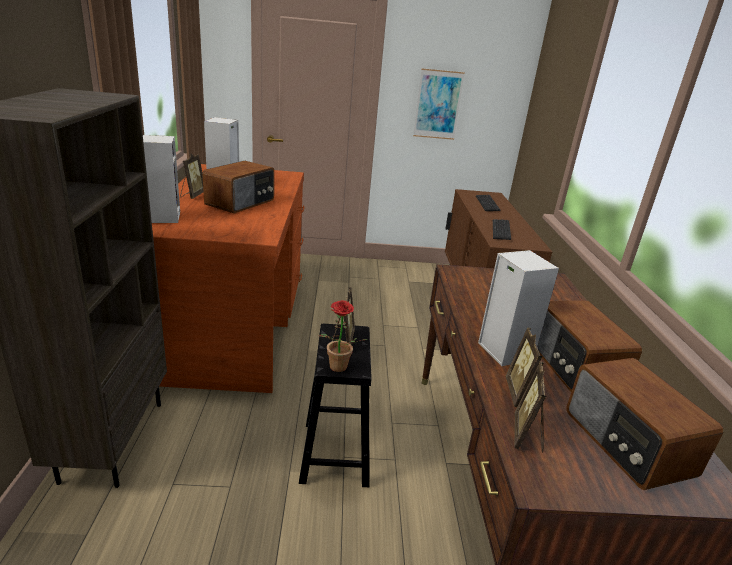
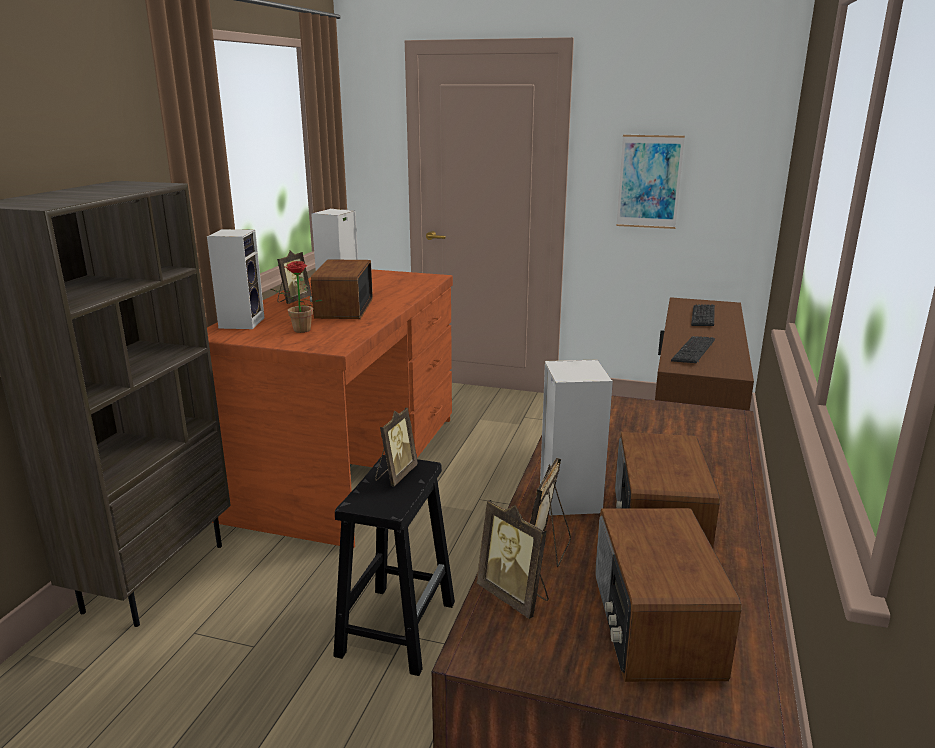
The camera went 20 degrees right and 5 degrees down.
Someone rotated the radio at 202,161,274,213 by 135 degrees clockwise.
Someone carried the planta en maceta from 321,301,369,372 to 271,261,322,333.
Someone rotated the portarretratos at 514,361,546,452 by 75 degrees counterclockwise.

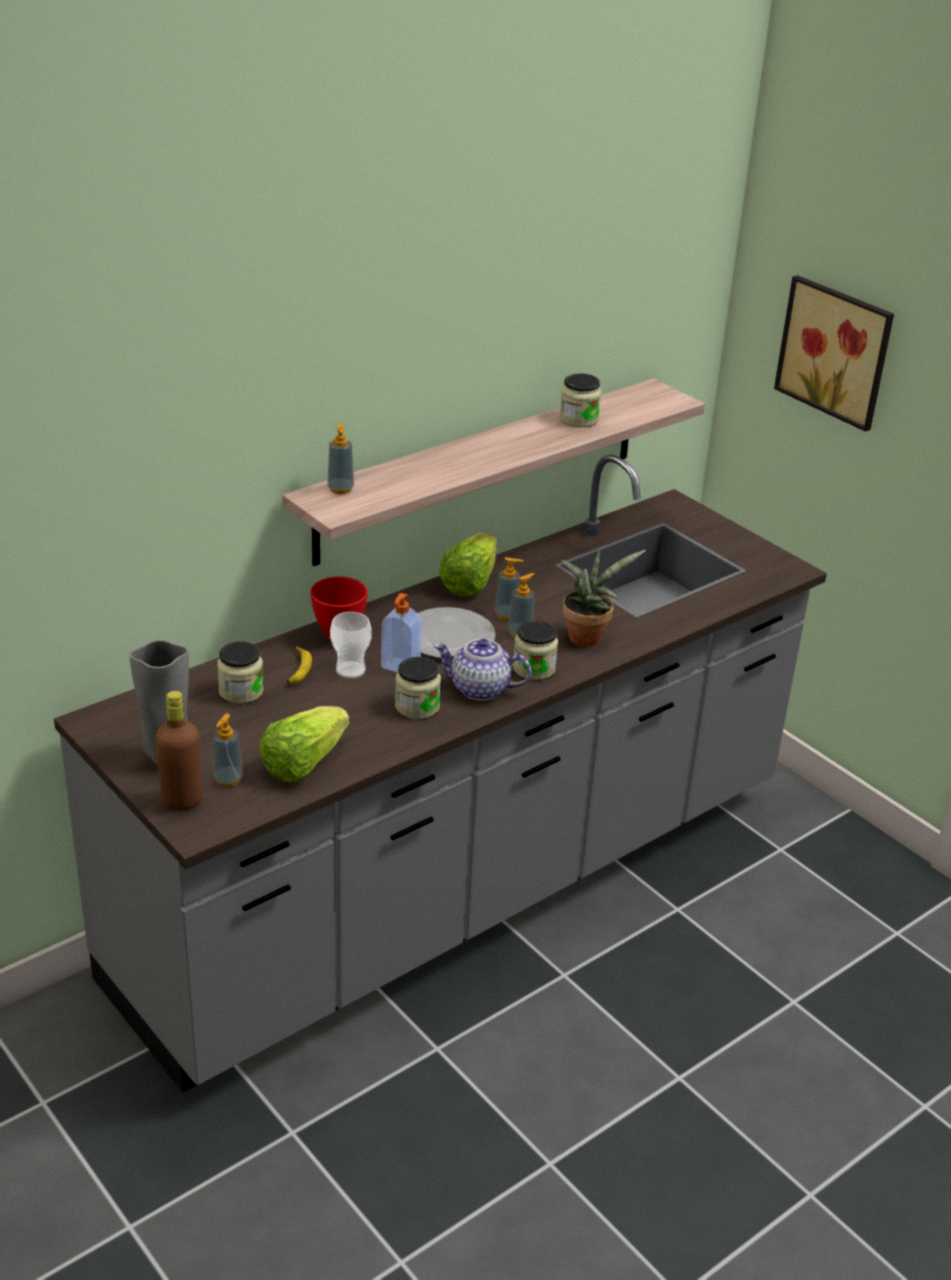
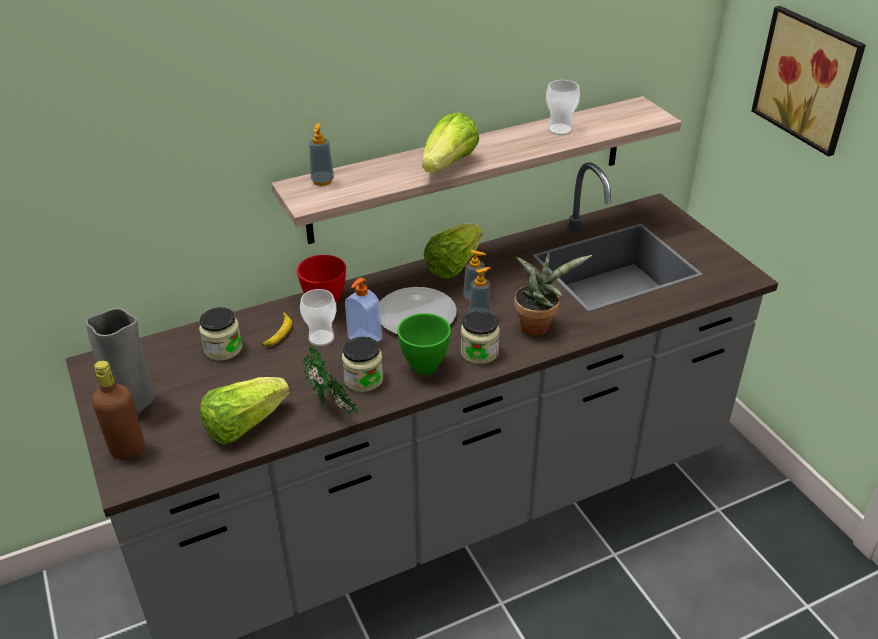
The camera went 15 degrees right and 5 degrees up.
Someone took away the dispensador de jabón at 213,714,243,787.
Someone swapped the tetera at 433,639,531,701 for the cuenco (verde) at 397,313,451,375.
Someone swapped the tarro at 559,374,601,427 for the taza at 546,80,580,135.
Someone put down the planta en maceta at 303,345,359,414.
Someone put down the lechuga at 422,112,479,173.

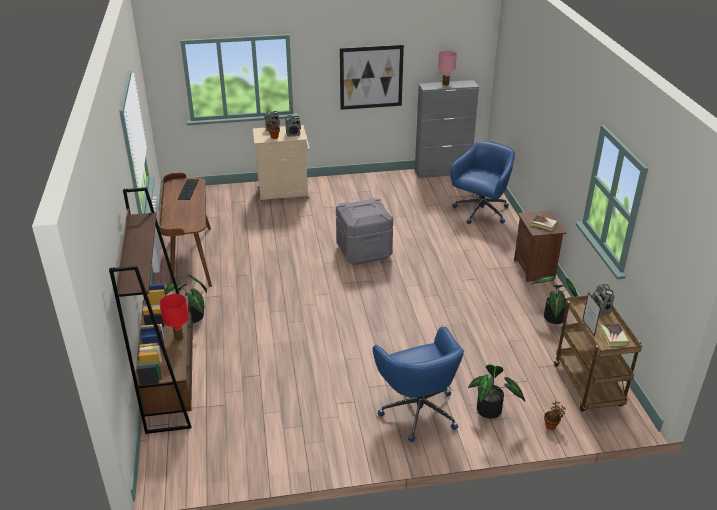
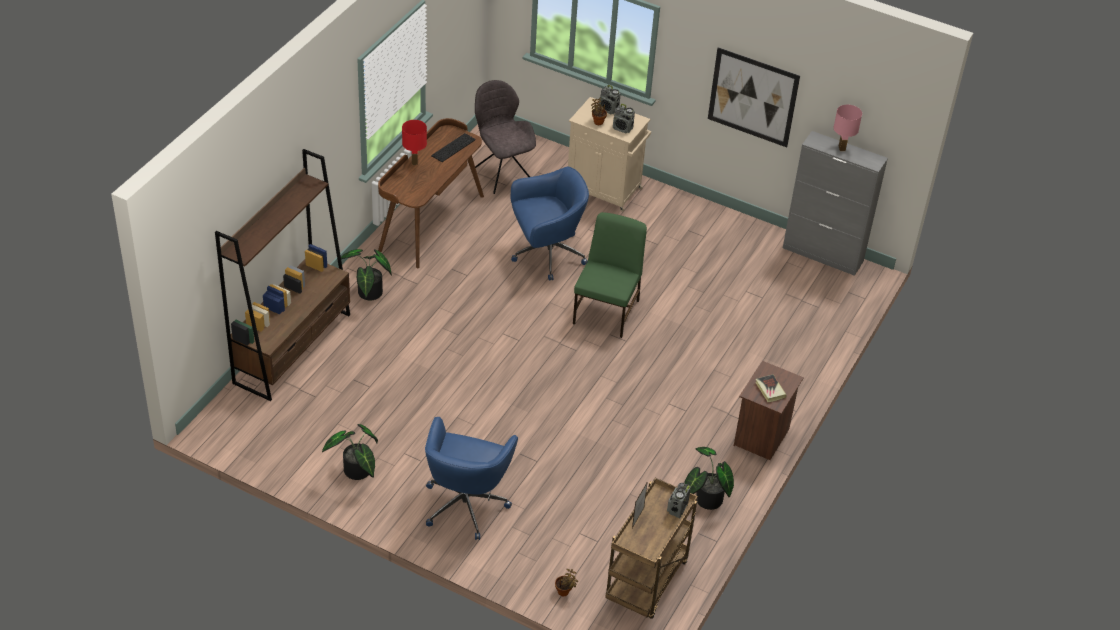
The camera went 35 degrees right and 10 degrees up.
Someone carried the lámpara de mesa (rojo) from 159,294,189,341 to 402,120,427,165.
Someone swapped the caja de almacenaje (gris) at 336,198,393,265 for the silla (verde) at 573,212,647,338.
Someone carried the silla de oficina (azul) from 450,141,515,224 to 511,167,589,281.
Someone carried the planta en maceta from 468,364,525,419 to 322,424,378,480.
Someone took away the libro at 601,323,629,346.
Someone put down the silla (gris) at 475,80,536,194.

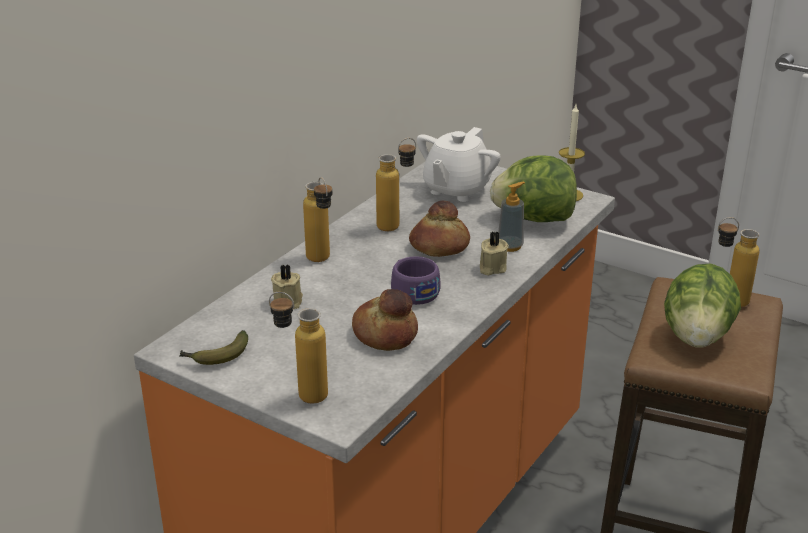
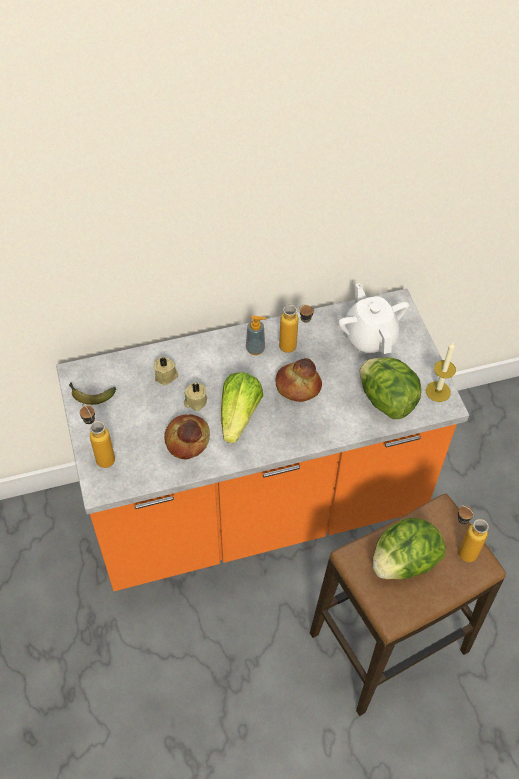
The camera went 40 degrees right and 25 degrees up.
Someone took away the botella at 303,177,332,262.
Someone swapped the taza (morado) at 391,256,441,305 for the lechuga at 221,372,263,443.
Someone rotated the tetera (blanco) at 417,127,501,202 by 90 degrees clockwise.
Someone carried the vela (beis) from 480,232,509,276 to 184,383,207,411.
Someone carried the dispensador de jabón from 498,182,525,252 to 246,315,266,355.

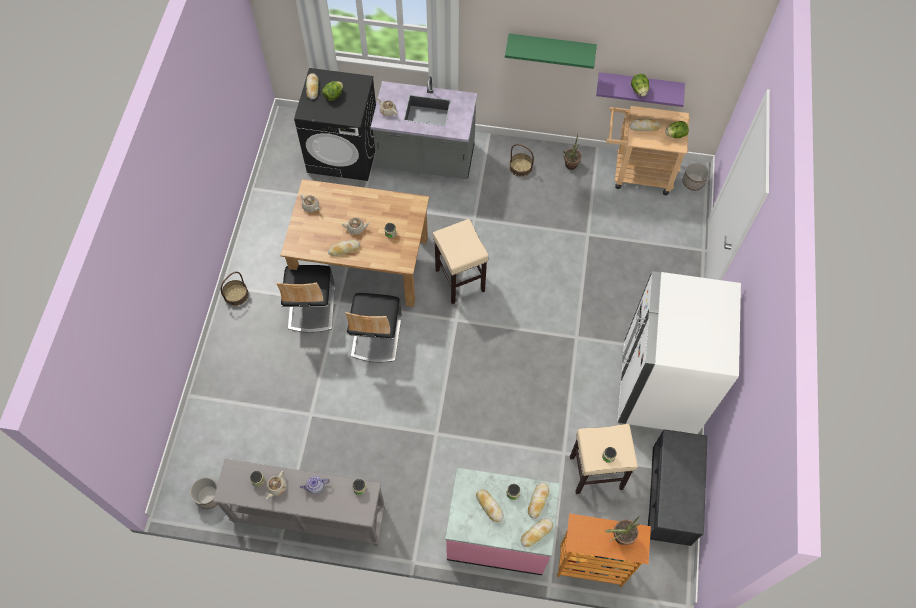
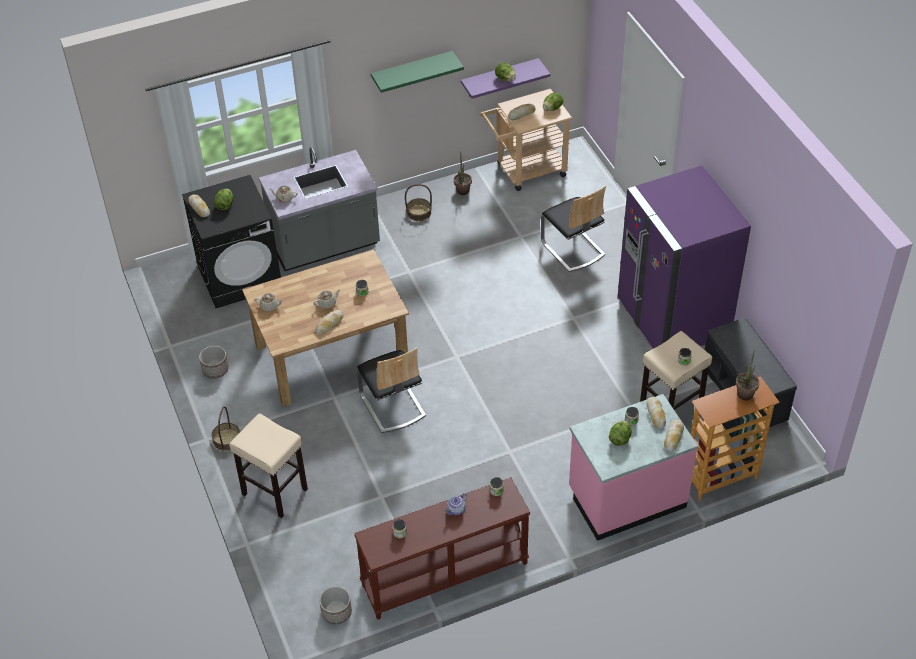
The camera went 30 degrees left and 15 degrees down.
Someone repainted the mesa consola (gris) at 213,459,386,546, which became the mesa consola (marrón) at 354,477,530,620.
Someone took away the tetera (beis) at 266,471,287,499.
Someone carried the silla from 276,265,335,333 to 541,185,606,272.
Someone carried the taburete (beis) from 433,219,489,304 to 229,414,308,518.
Someone swapped the pan at 476,489,504,522 for the lechuga at 609,420,632,446.
Someone repainted the nevera (blanco) at 618,271,741,434, which became the nevera (morado) at 617,165,751,350.
Someone carried the maceta from 682,162,709,191 to 199,346,229,378.

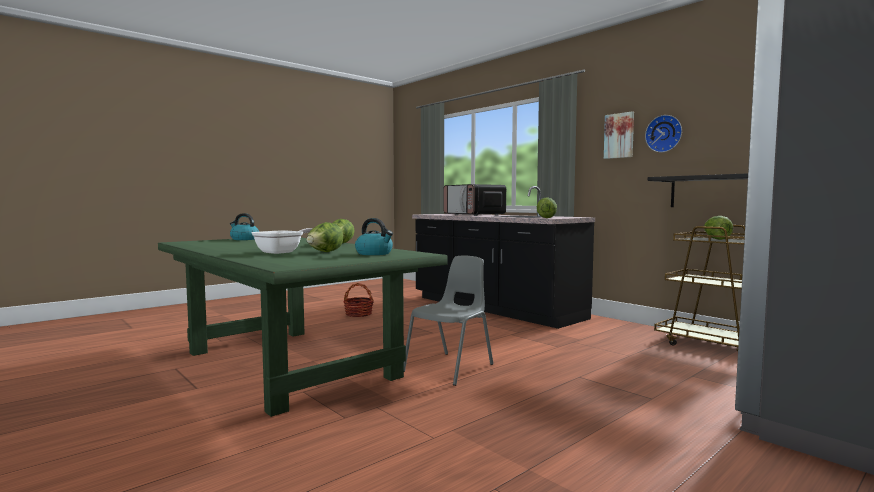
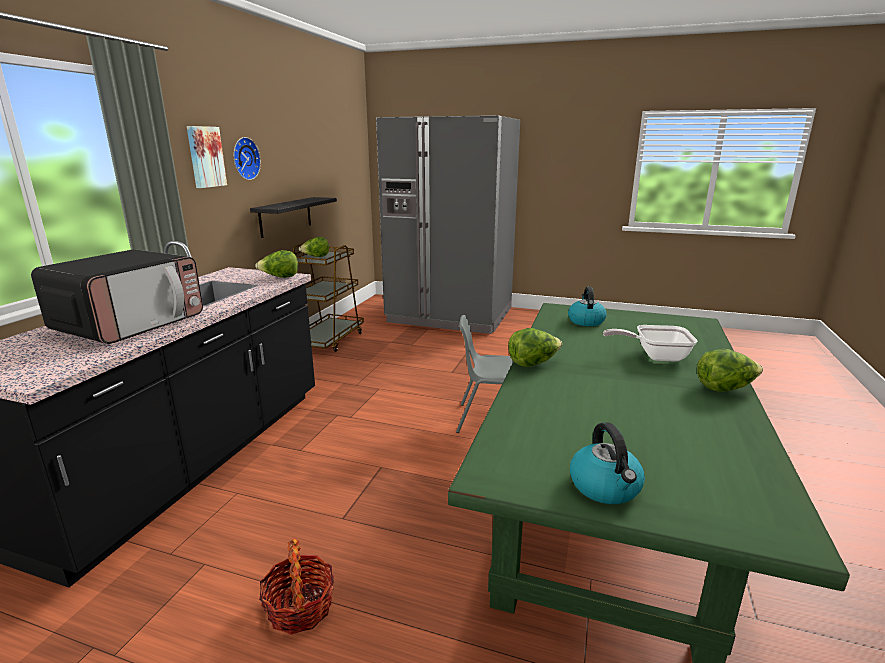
The camera went 120 degrees left and 15 degrees up.
Someone carried the lechuga from 306,222,343,252 to 697,349,763,392.

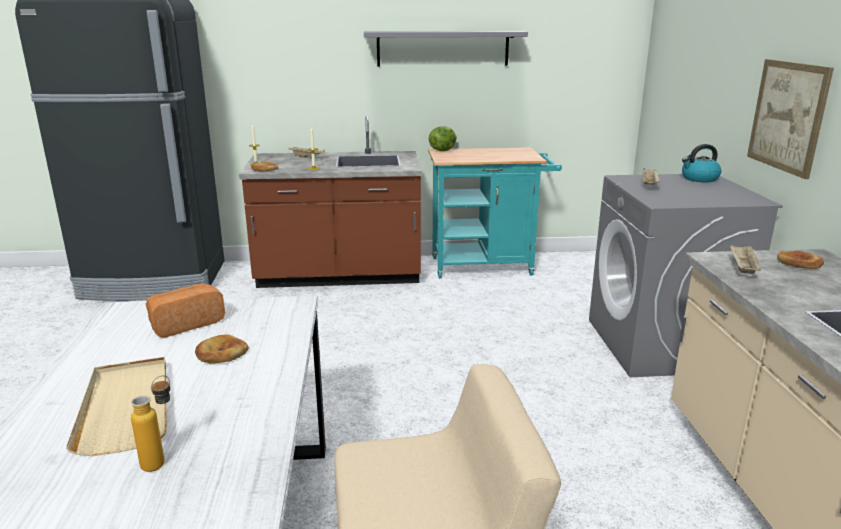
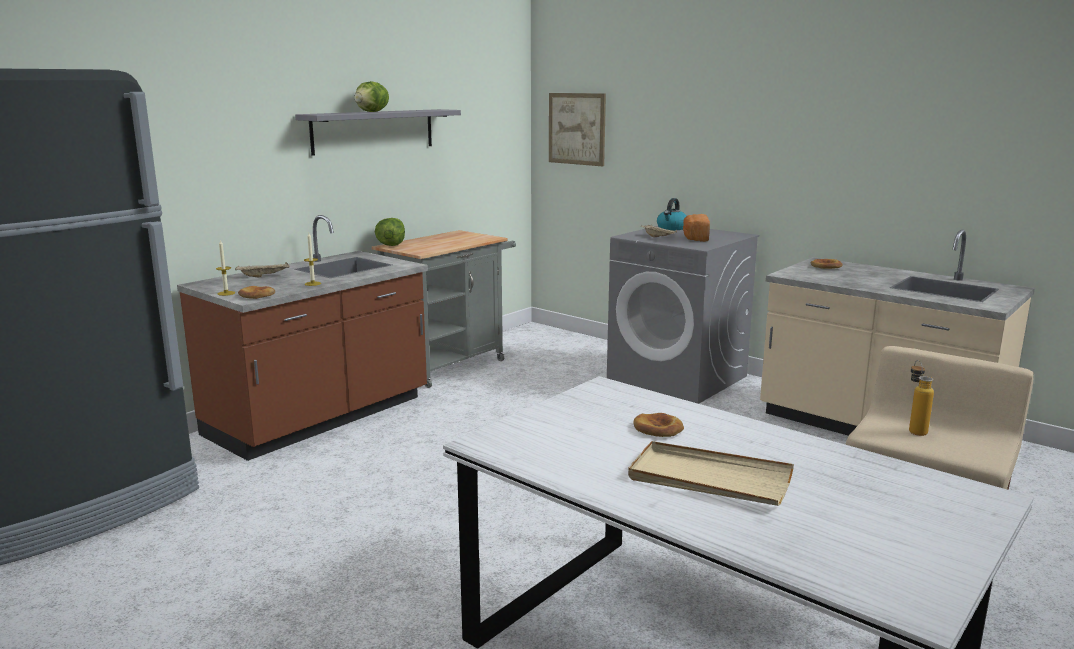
The camera went 45 degrees left and 5 degrees down.
Someone carried the botella from 131,375,170,472 to 909,360,934,436.
Someone carried the pan from 146,283,225,338 to 683,214,710,242.
Someone repainted the carrito (turquesa) at 428,147,562,278, which became the carrito (gris) at 372,230,516,388.
Someone took away the bandeja (beis) at 730,245,761,274.
Someone carried the cuadro from 747,59,834,179 to 549,93,606,166.
Someone put down the lechuga at 354,81,389,112.

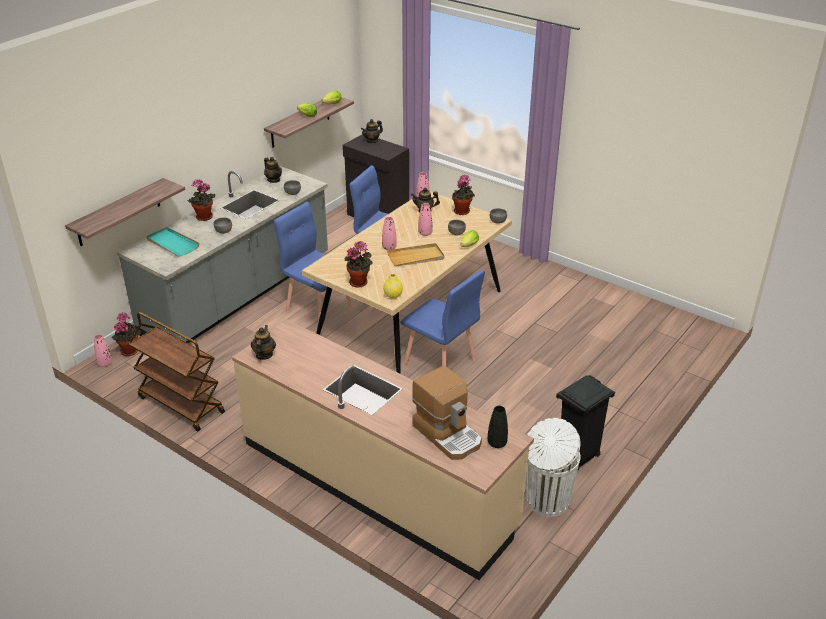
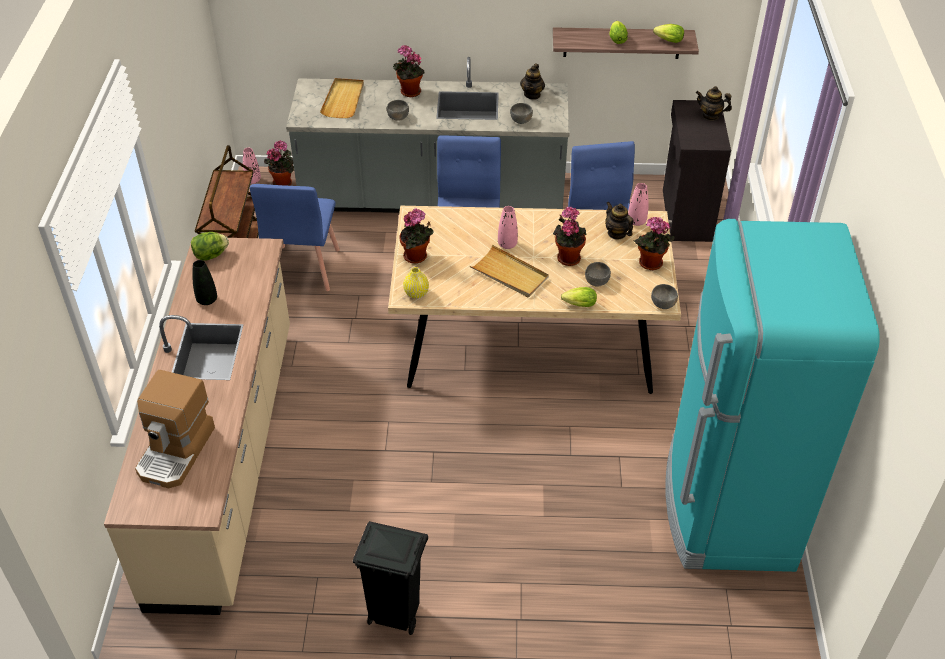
The camera went 55 degrees right and 10 degrees up.
Someone took away the estante at 65,178,185,246.
Someone repainted the bandeja (turquesa) at 146,227,200,256, which became the bandeja (beis) at 320,78,364,118.
Someone swapped the tetera at 251,325,276,360 for the lechuga at 191,232,229,261.
Someone carried the silla (azul) from 400,270,485,367 to 250,184,340,291.
Someone swapped the florero (rosa) at 418,203,433,236 for the planta en maceta at 553,207,586,266.
Someone carried the florero (negro) from 488,406,508,448 to 192,260,217,305.
Someone took away the papelera (blanco) at 526,418,581,517.
Someone put down the nevera (turquesa) at 665,219,880,572.

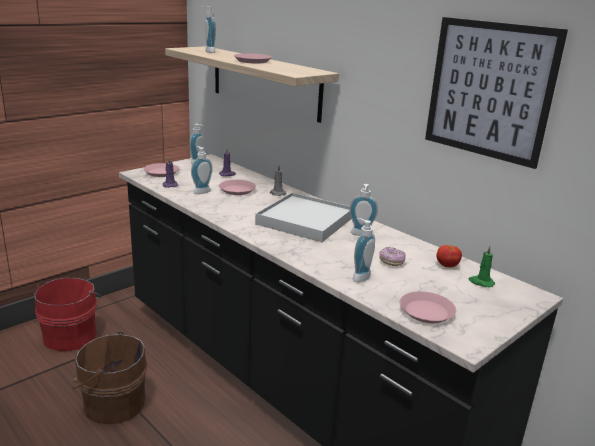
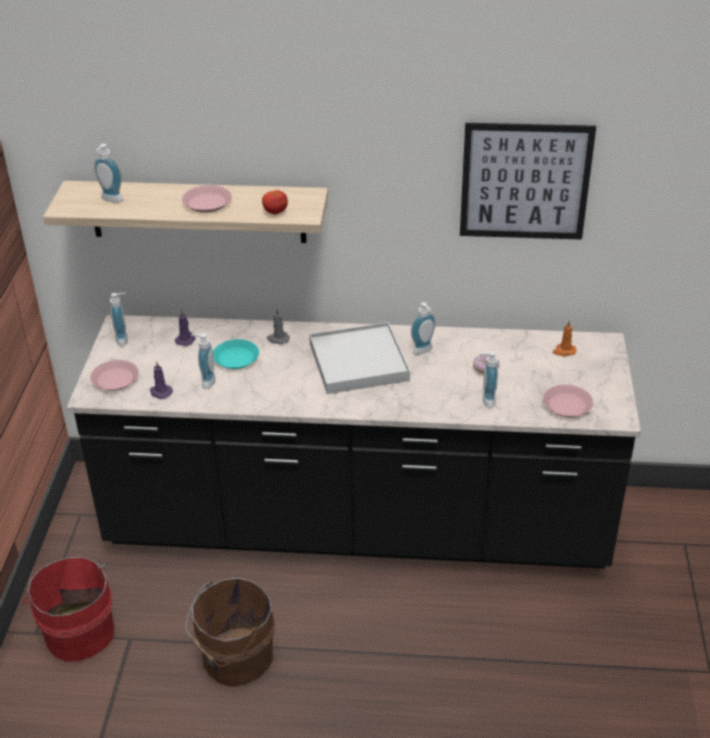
The camera went 40 degrees left and 15 degrees up.
Someone repainted the plato (rosa) at 219,180,256,195, which became the plato (turquesa) at 213,339,259,369.
Someone carried the tomate from 437,245,462,267 to 262,190,288,214.
Someone repainted the vela (verde) at 469,246,495,287, which became the vela (naranja) at 553,320,577,356.

